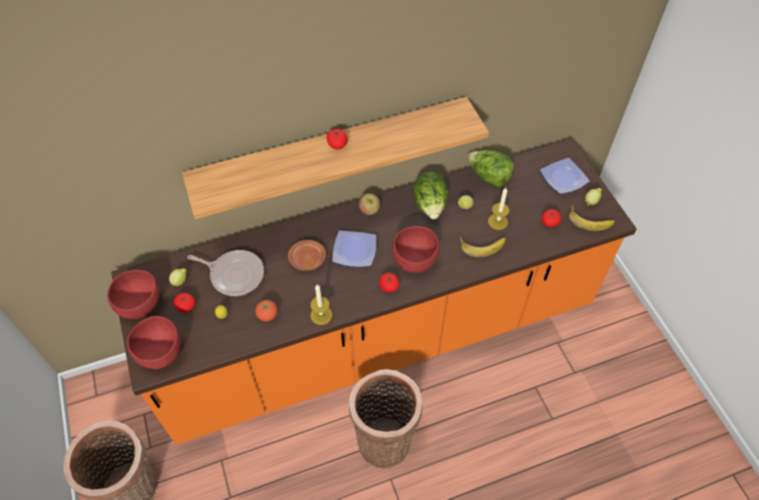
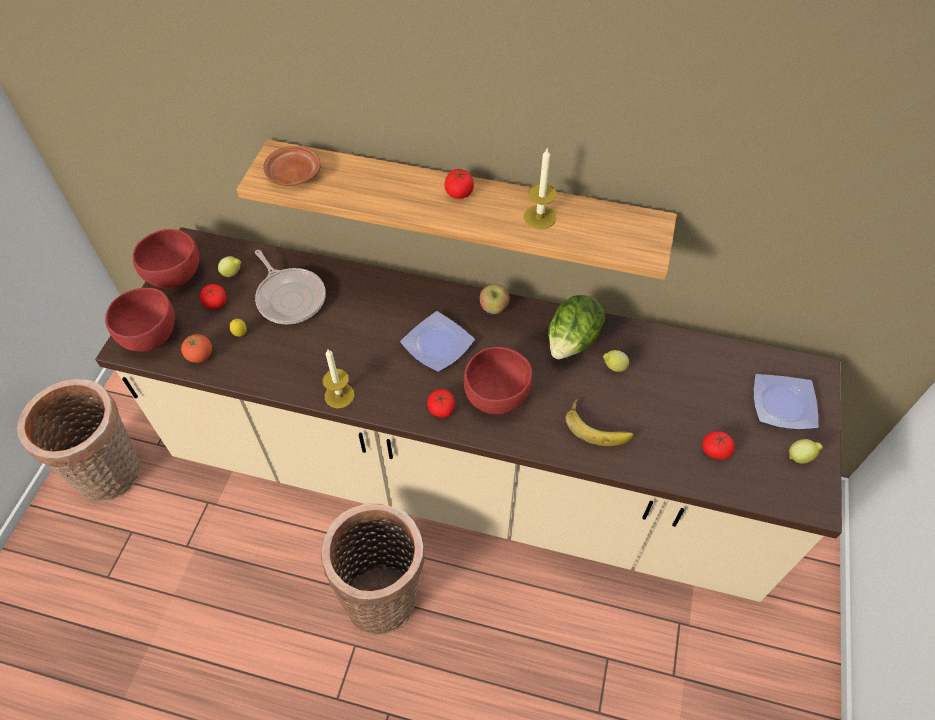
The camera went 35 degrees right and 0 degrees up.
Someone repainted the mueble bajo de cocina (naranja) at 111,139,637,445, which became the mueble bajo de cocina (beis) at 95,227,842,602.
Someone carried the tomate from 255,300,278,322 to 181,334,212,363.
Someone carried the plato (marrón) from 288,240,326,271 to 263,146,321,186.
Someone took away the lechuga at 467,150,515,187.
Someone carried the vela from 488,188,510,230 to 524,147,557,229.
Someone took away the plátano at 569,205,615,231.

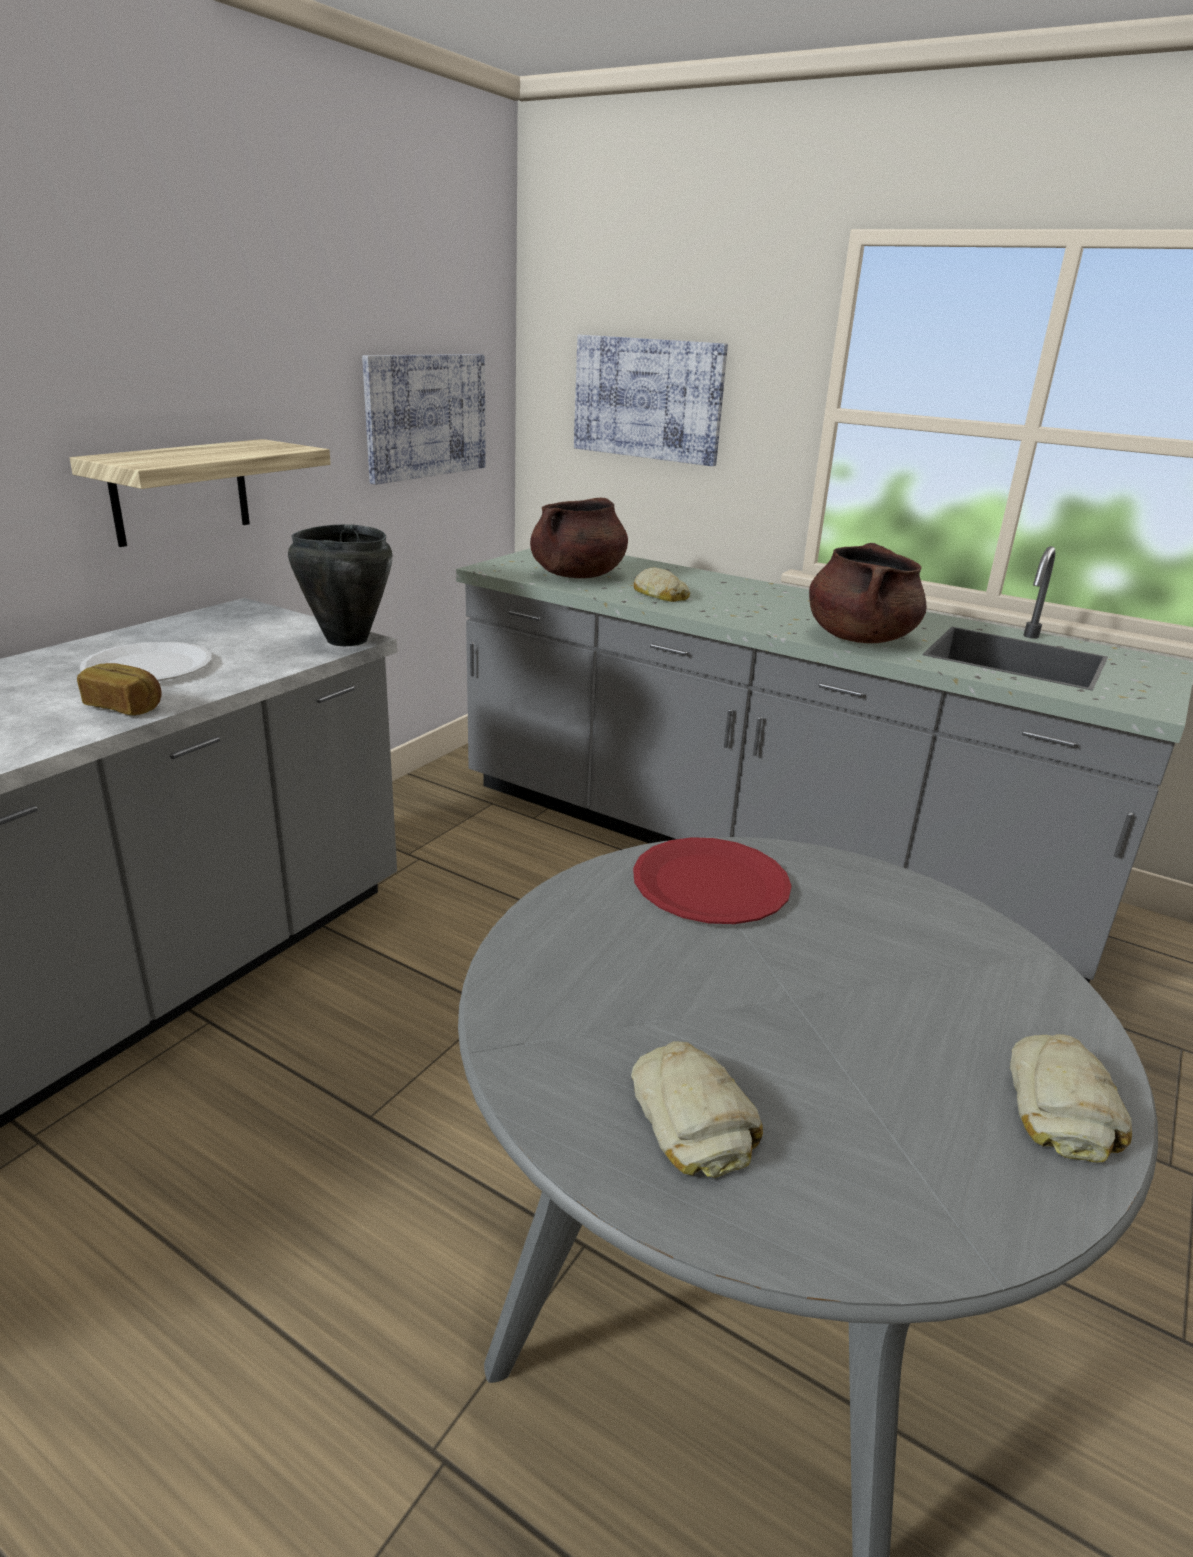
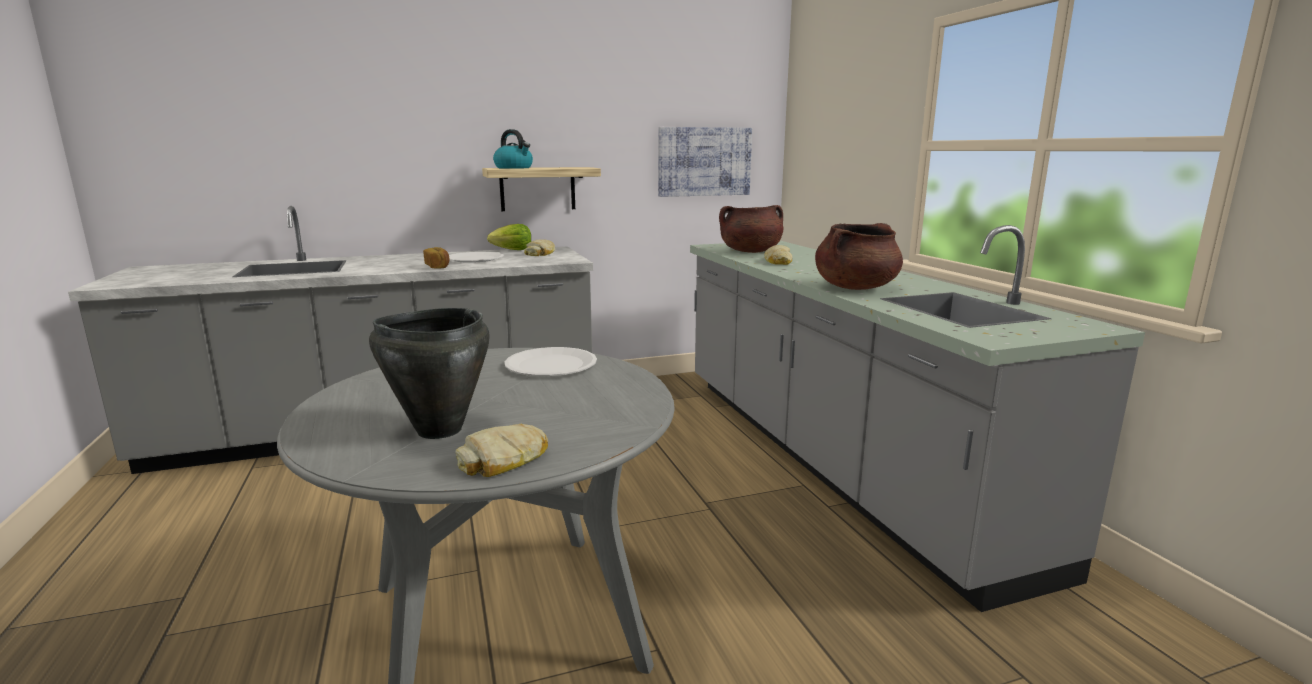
The camera went 40 degrees right and 10 degrees down.
Someone carried the olla (negro) from 288,524,393,646 to 369,308,490,439.
Someone took away the cuadro at 574,335,728,466.
Someone carried the pan from 631,1041,763,1178 to 524,240,555,256.
Someone repainted the plato (rojo) at 633,837,792,924, which became the plato (blanco) at 505,347,597,376.
Someone put down the lechuga at 487,224,531,250.
Someone put down the hervidor at 493,129,533,169.

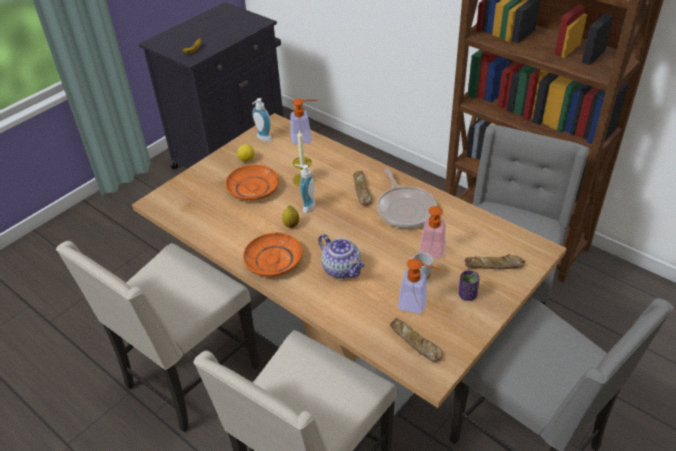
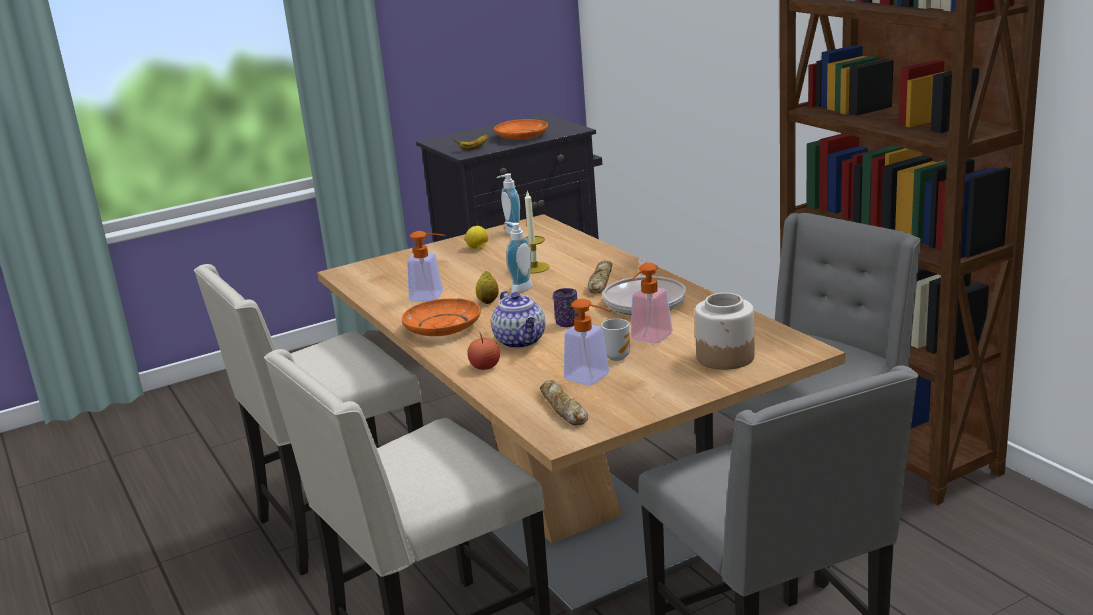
The camera went 20 degrees right and 20 degrees down.
Someone carried the plato (naranja) from 226,165,279,201 to 494,119,548,140.
Someone carried the dispensador de jabón from 291,99,317,144 to 407,231,446,302.
Someone carried the taza (morado) from 459,270,480,301 to 553,288,579,327.
Someone swapped the pan at 465,254,525,269 for the tarro at 695,293,754,370.
Someone put down the manzana at 468,333,500,370.

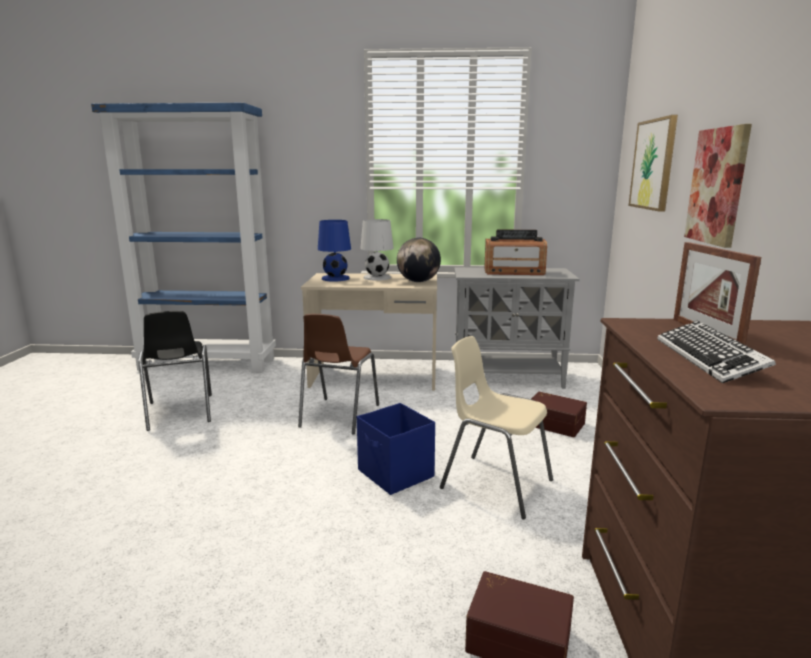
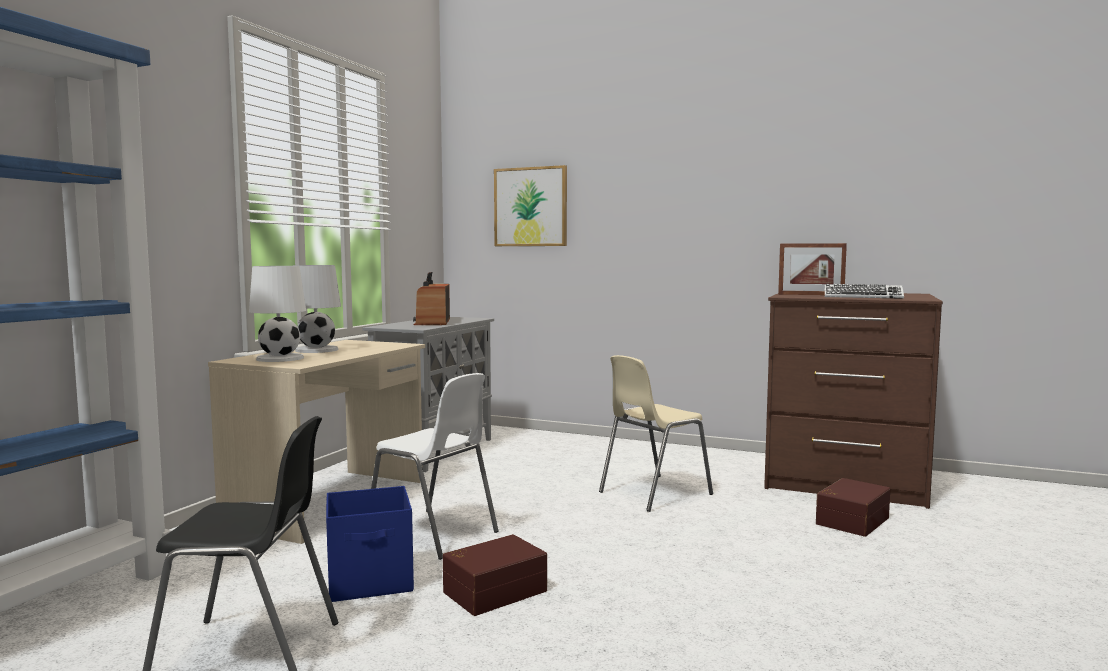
The camera went 70 degrees left and 10 degrees down.
Someone repainted the silla (marrón) at 298,314,379,434, which became the silla (blanco) at 371,373,498,560.
Someone repainted the lámpara de mesa (azul) at 318,220,351,282, which became the lámpara de mesa (blanco) at 249,266,306,362.
Someone carried the caja de almacenaje (azul) from 357,403,435,495 to 326,486,414,602.
Someone took away the globo terráqueo at 397,238,441,282.
Someone rotated the radio at 484,229,547,275 by 150 degrees clockwise.
Someone carried the caja de almacenaje (marrón) from 531,392,587,437 to 443,534,547,616.
Someone took away the cuadro at 684,124,752,248.

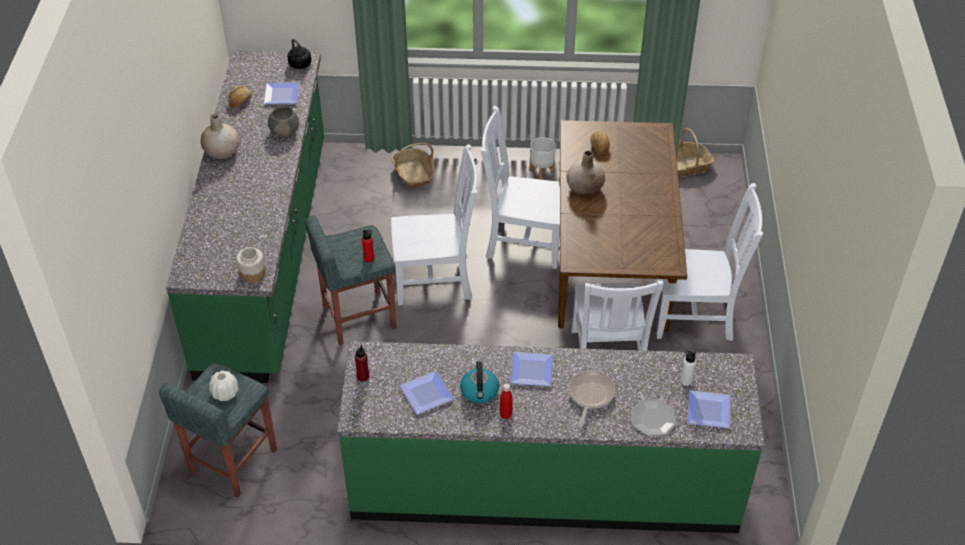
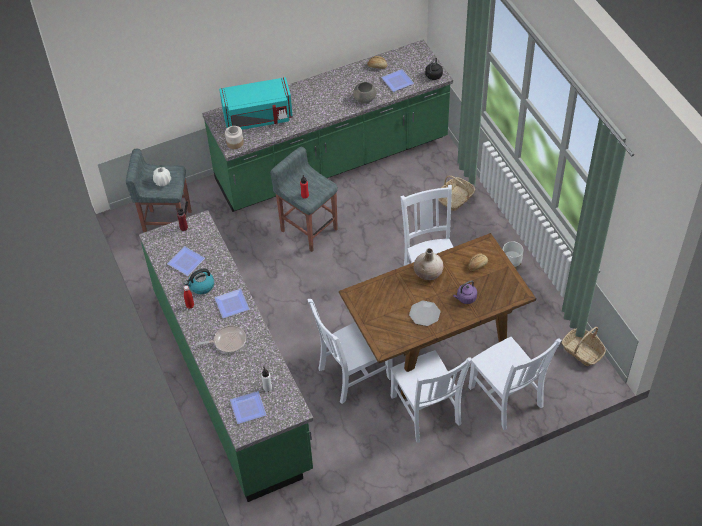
The camera went 65 degrees right and 5 degrees up.
Someone took away the florero (beis) at 201,114,240,159.
Someone carried the silla (blanco) from 391,144,477,305 to 468,337,562,430.
Someone carried the plato from 630,399,677,436 to 409,300,440,326.
Someone put down the microondas (turquesa) at 219,77,293,130.
Someone put down the hervidor (morado) at 453,280,477,304.

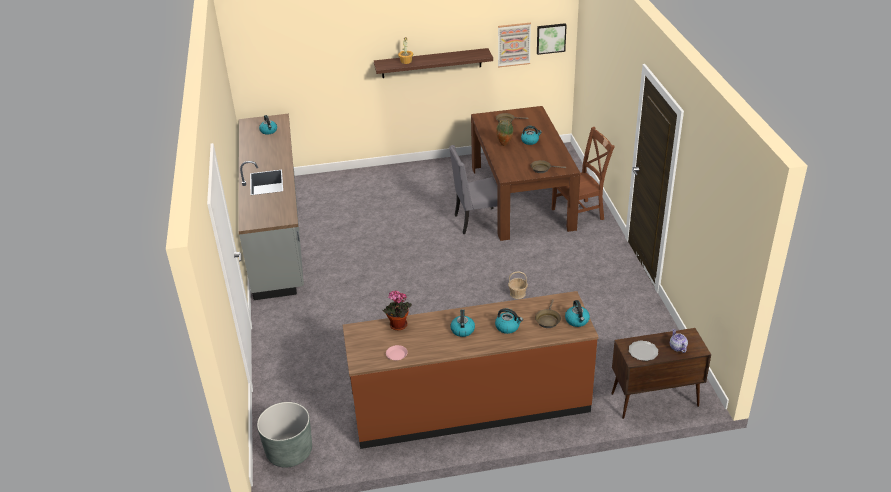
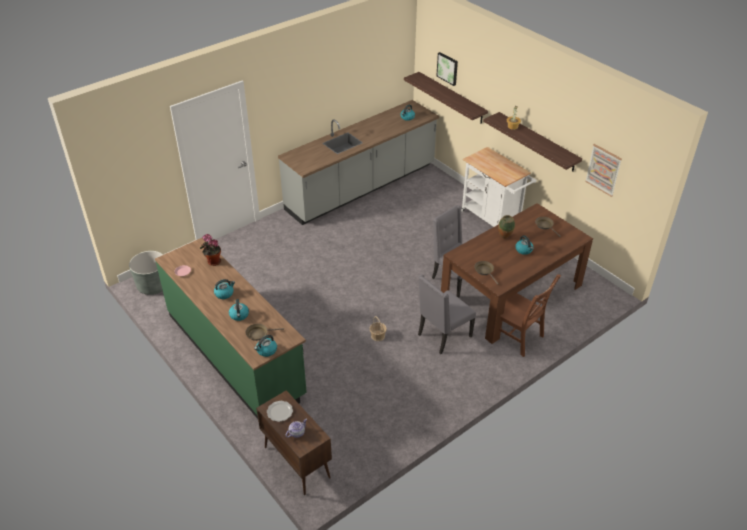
The camera went 60 degrees right and 5 degrees up.
Someone repainted the mueble bajo de cocina (marrón) at 343,291,599,449, which became the mueble bajo de cocina (verde) at 155,237,307,419.
Someone carried the cuadro from 537,23,567,55 to 436,52,458,86.
Someone put up the estante at 404,72,488,124.
Someone put down the silla (gris) at 418,274,476,354.
Someone put down the carrito (blanco) at 461,147,536,227.

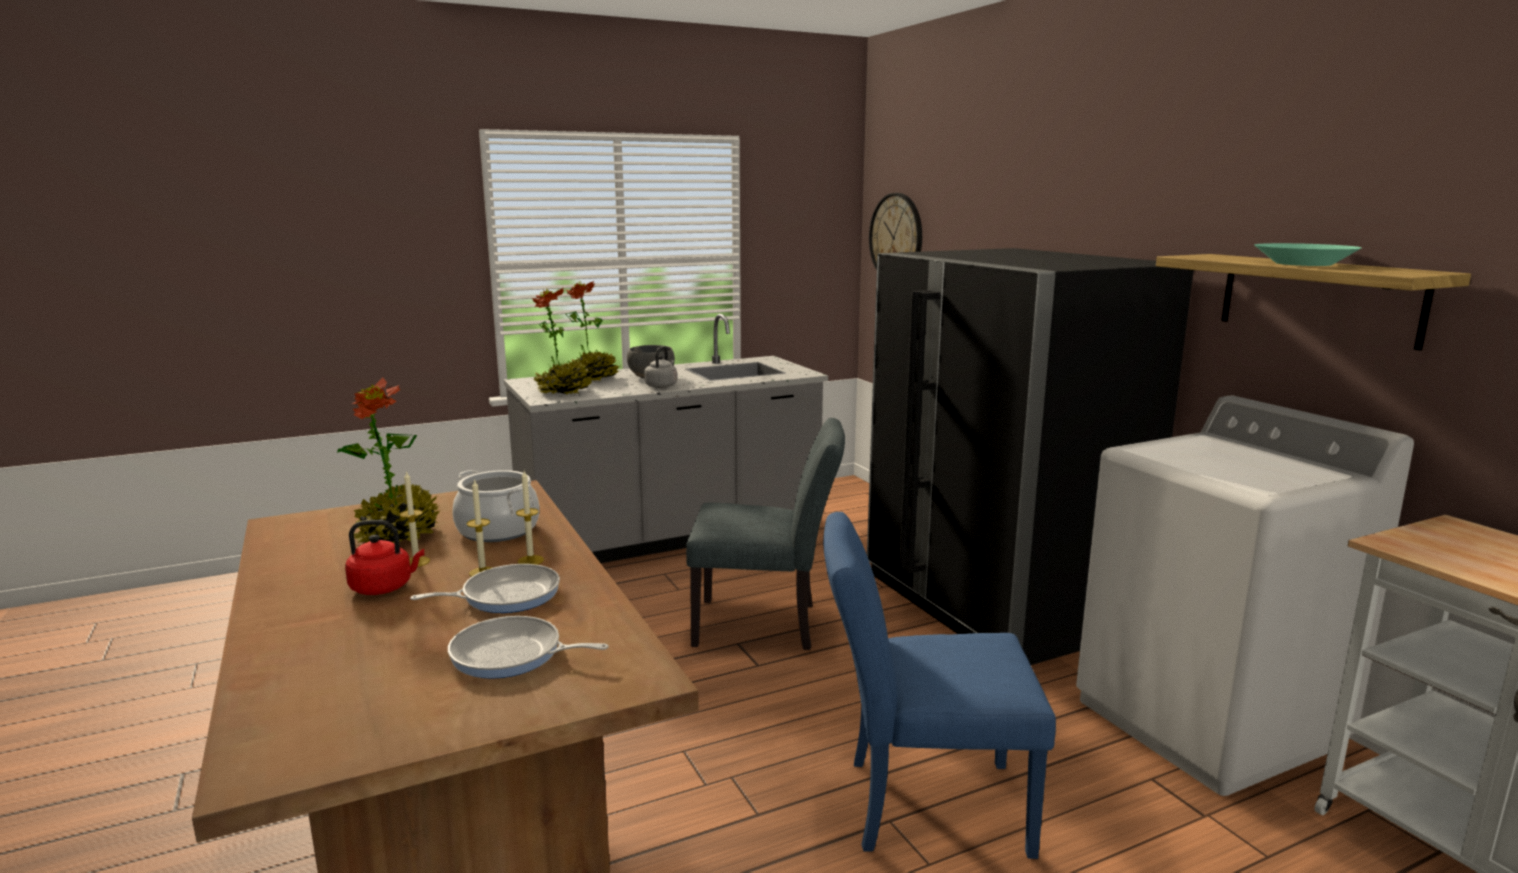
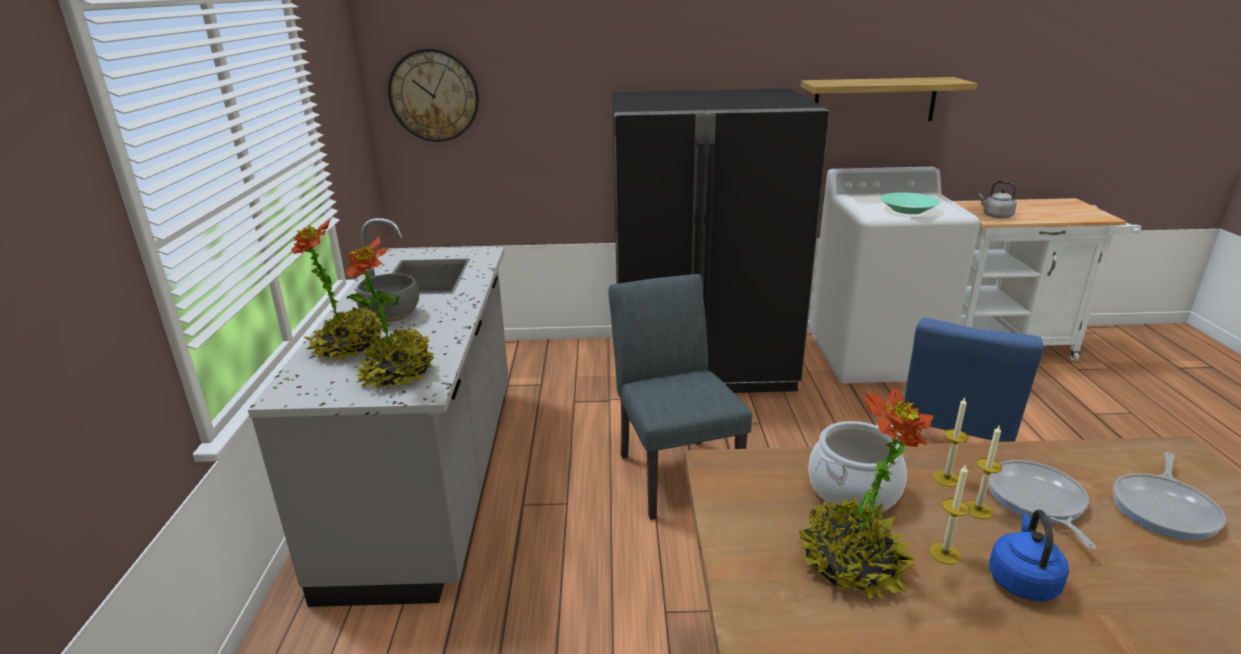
The camera went 65 degrees left and 10 degrees up.
Someone repainted the hervidor (rojo) at 345,520,424,595, which became the hervidor (azul) at 989,510,1069,601.
Someone carried the hervidor (gris) from 644,346,677,388 to 978,181,1017,219.
Someone rotated the silla (gris) at 686,418,845,650 by 45 degrees counterclockwise.
Someone carried the cuenco (turquesa) from 1254,243,1362,266 to 880,192,940,214.

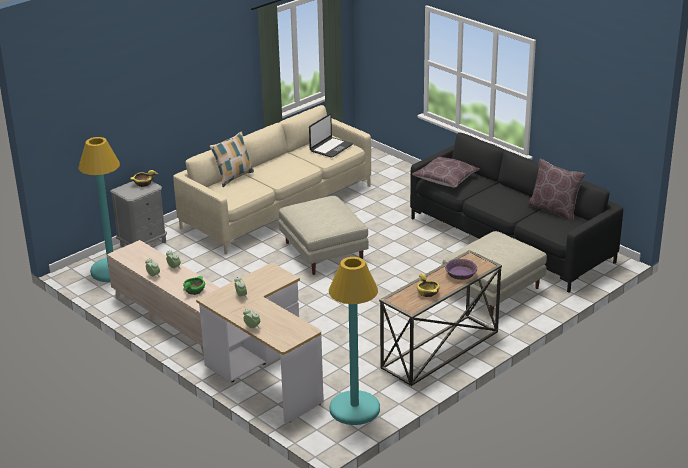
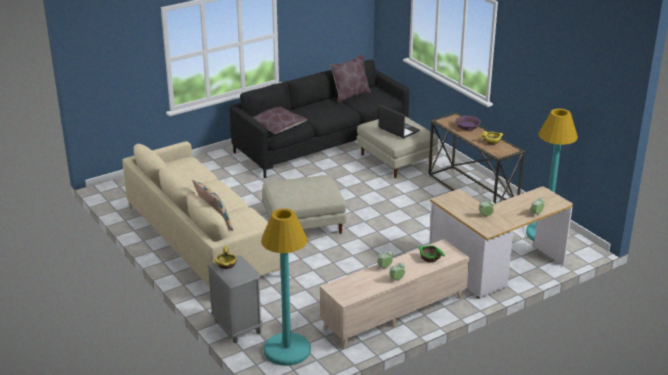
The camera went 80 degrees left and 0 degrees up.
Someone carried the portátil from 309,114,353,158 to 379,105,420,138.

